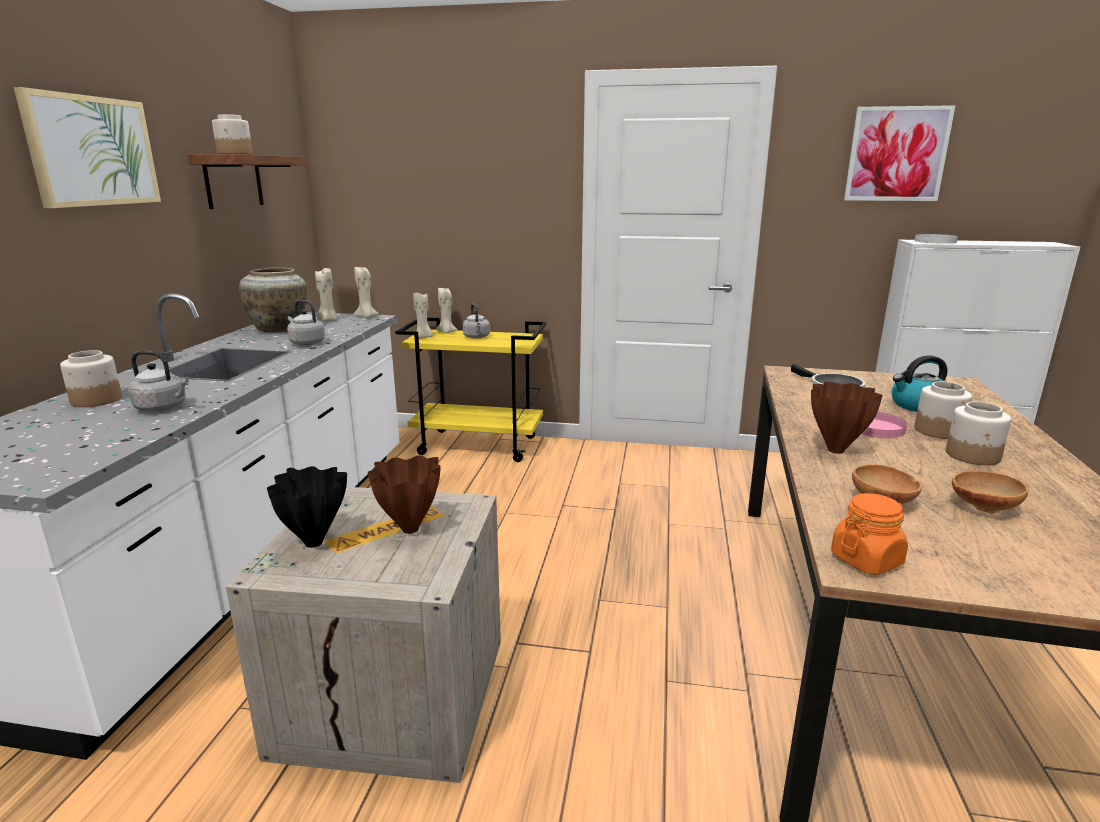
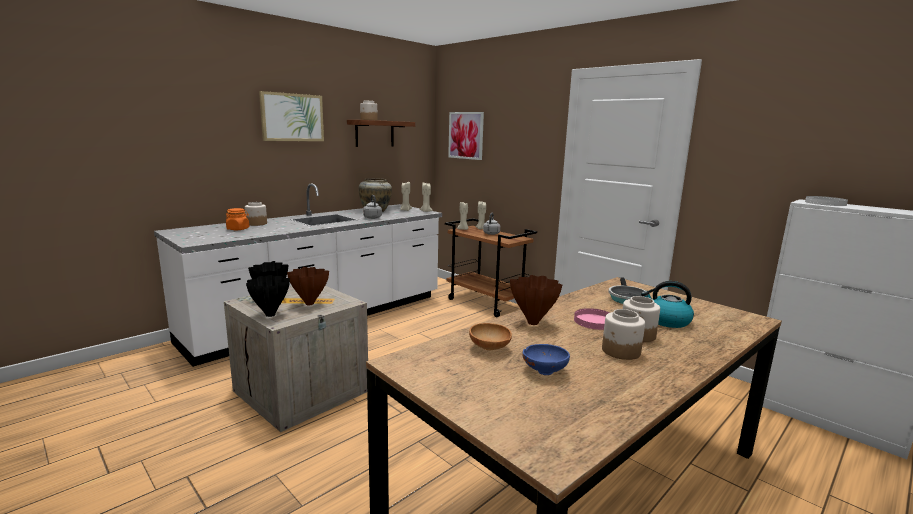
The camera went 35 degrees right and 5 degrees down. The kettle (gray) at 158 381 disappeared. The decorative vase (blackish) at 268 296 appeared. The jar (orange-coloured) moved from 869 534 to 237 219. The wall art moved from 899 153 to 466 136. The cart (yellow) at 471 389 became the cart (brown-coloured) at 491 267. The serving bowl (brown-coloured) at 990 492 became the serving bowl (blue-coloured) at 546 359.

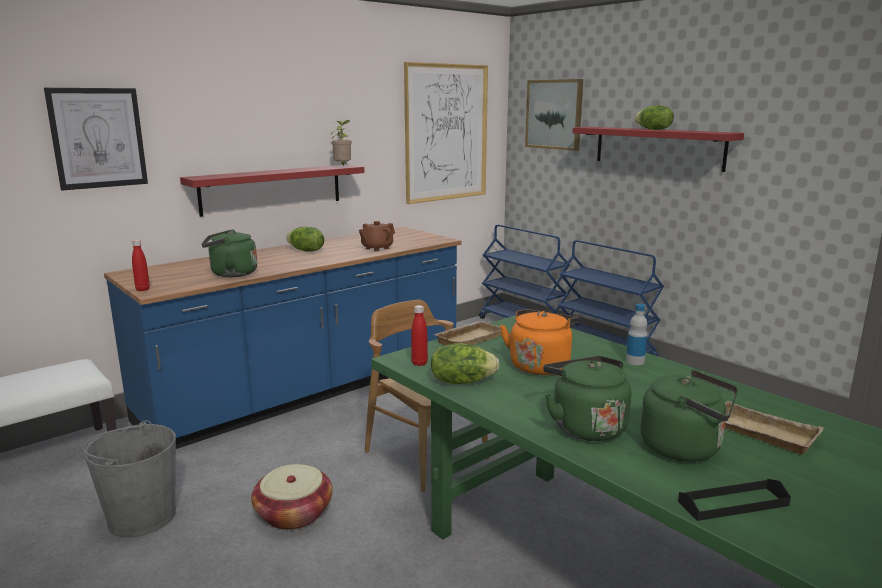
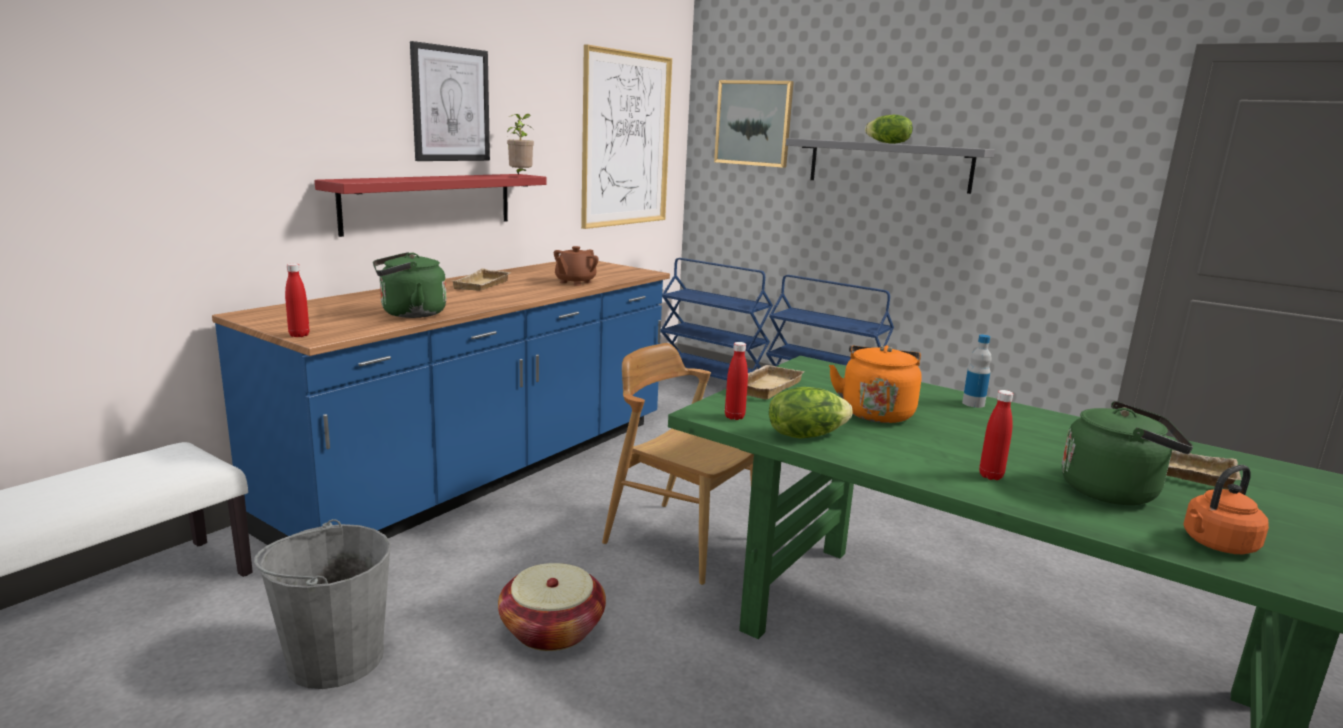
The camera went 15 degrees left and 0 degrees up. The wall art moved from 96 139 to 450 101. The lettuce at 305 239 was replaced by the carrying tray (sand-coloured) at 482 279. The kettle (greenish) at 587 398 was replaced by the bottle (reddish) at 996 435. The carrying tray (blackish) at 734 500 was replaced by the kettle (orange-coloured) at 1226 509. The shelf (reddish) at 658 149 became the shelf (gray) at 890 166.

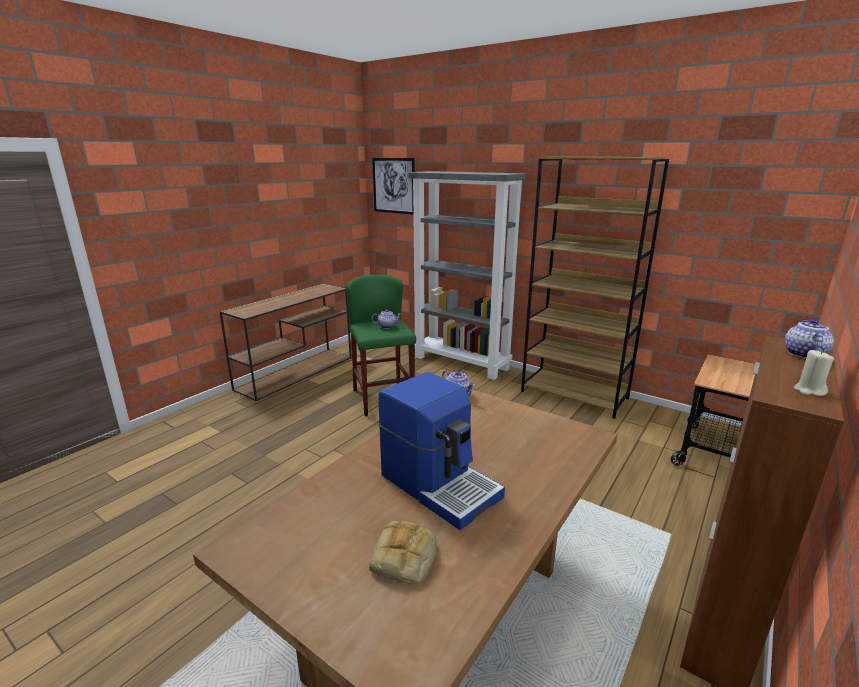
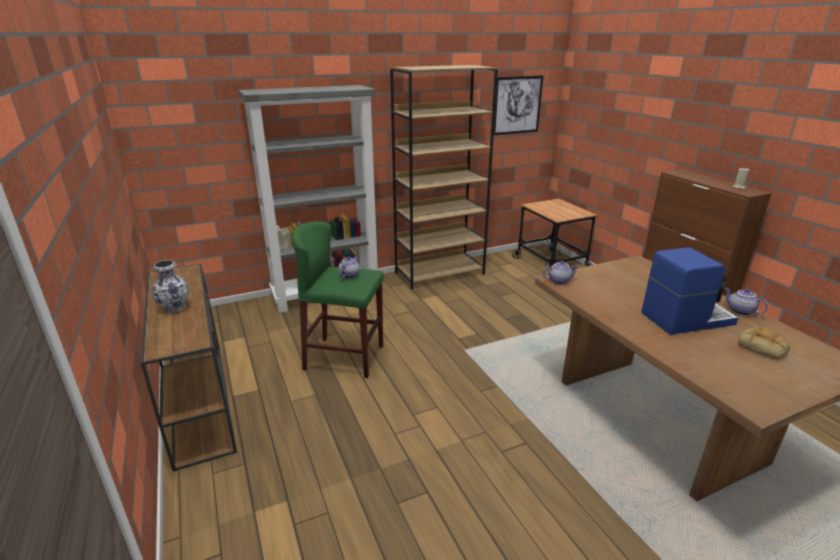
The camera went 60 degrees left and 5 degrees up. The decorative vase at 170 286 appeared. The wall art moved from 393 186 to 519 105. The pot for tea moved from 809 338 to 746 301.

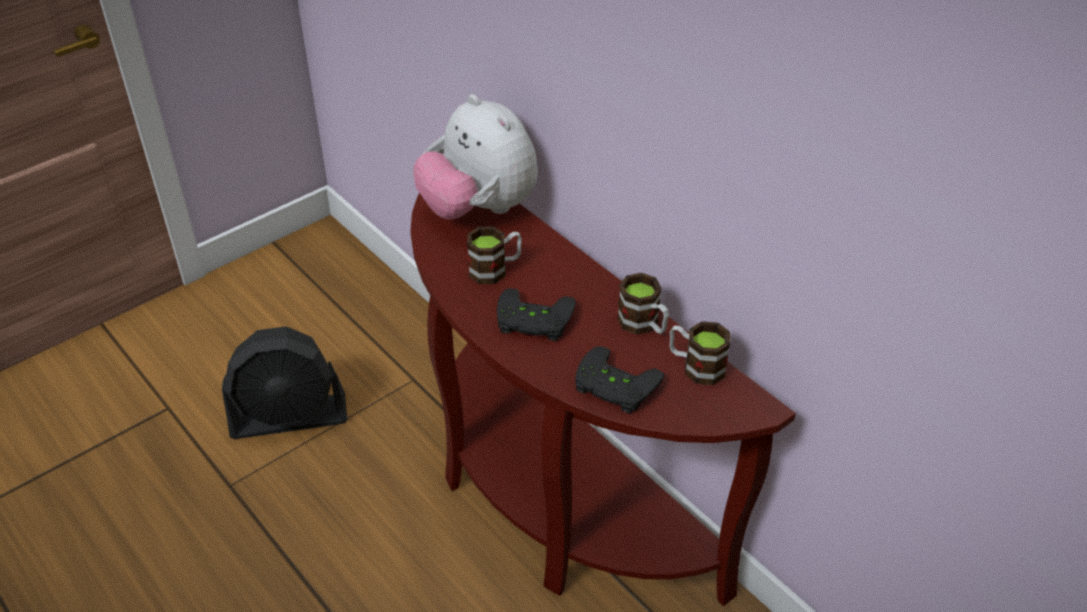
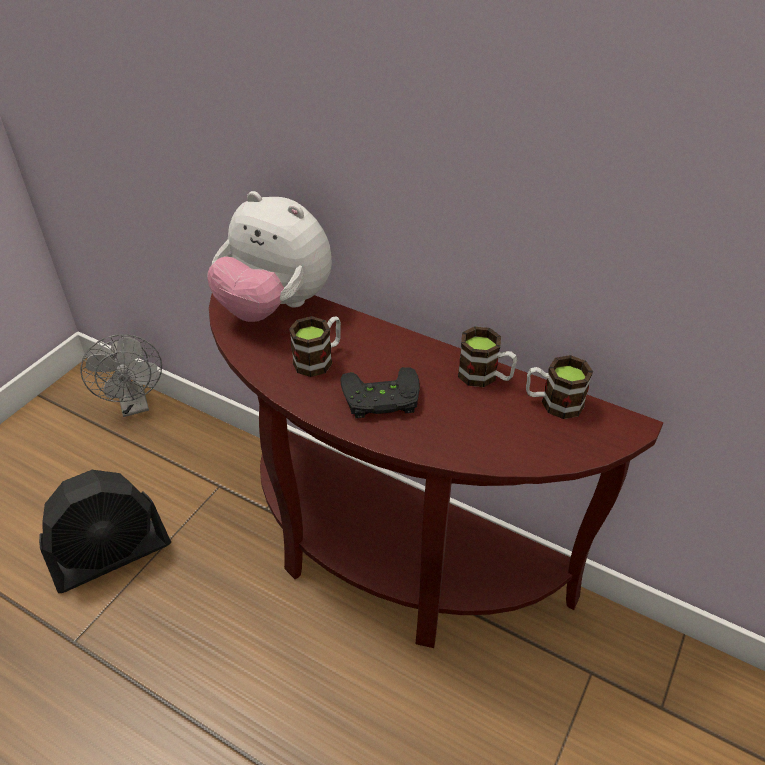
The camera went 20 degrees left and 0 degrees up. The gamepad (blackish) at 619 380 disappeared. The electric fan (gray) at 121 375 appeared.

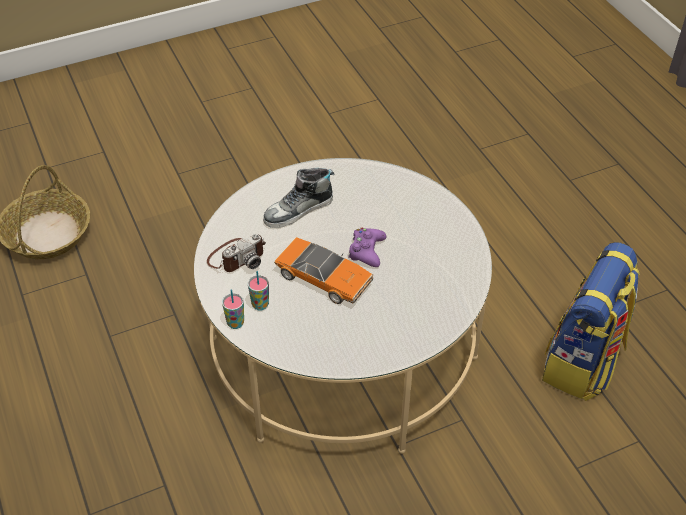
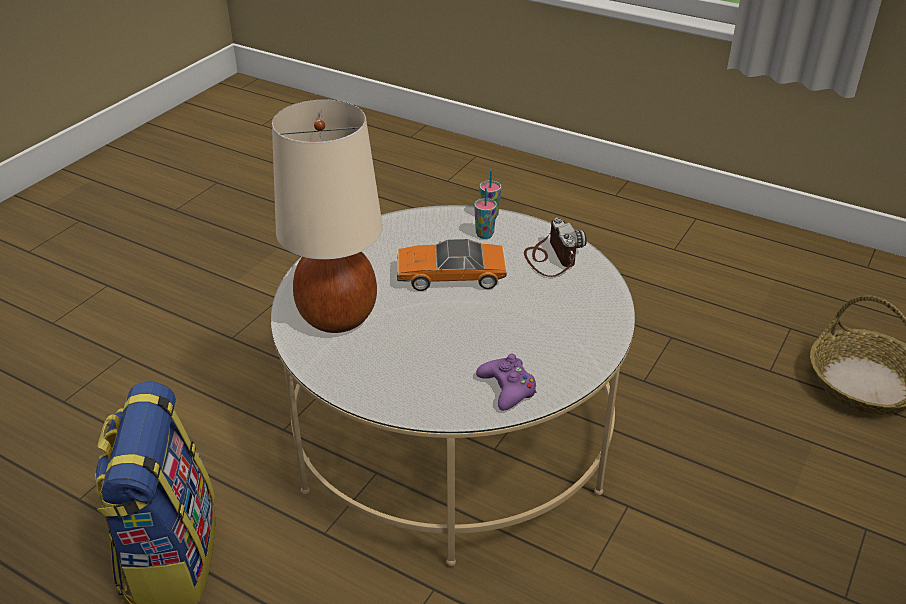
The camera went 145 degrees right and 10 degrees down. The low shoe at 298 198 disappeared. The lamp for a table (sand-coloured) at 327 216 appeared. The gamepad (purplish) moved from 367 247 to 506 382. The still camera at 236 253 turned 150 degrees clockwise.

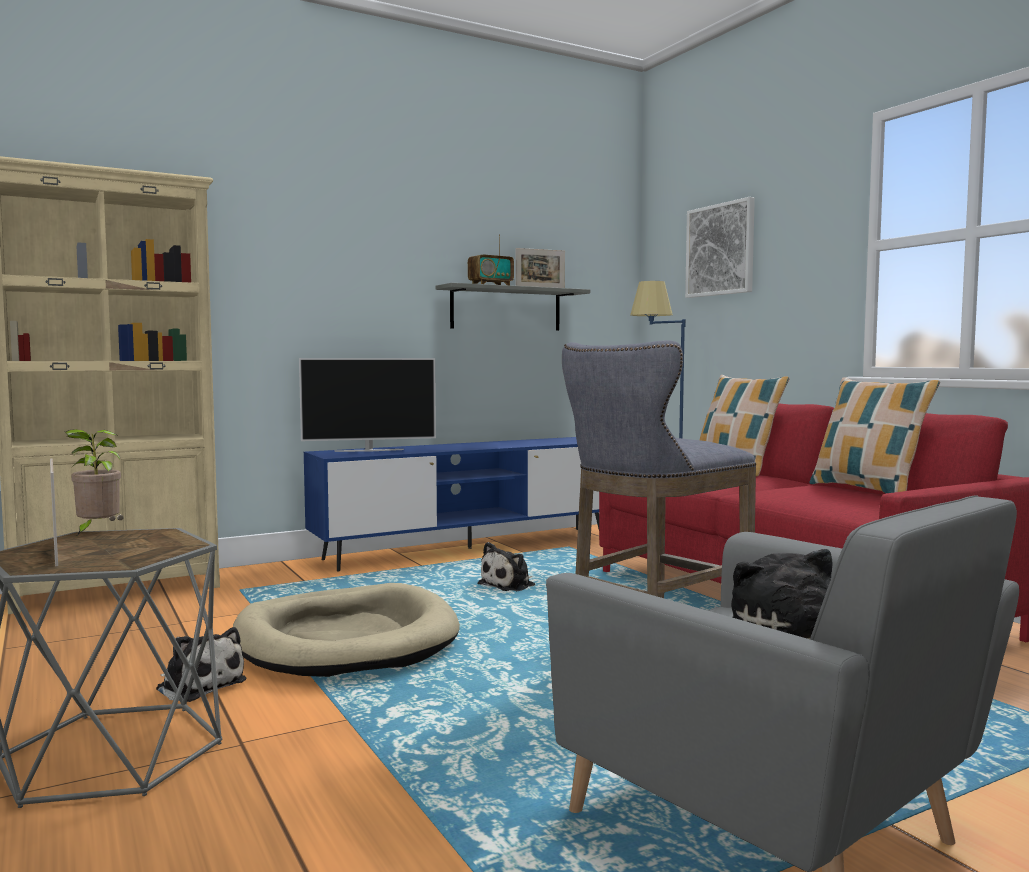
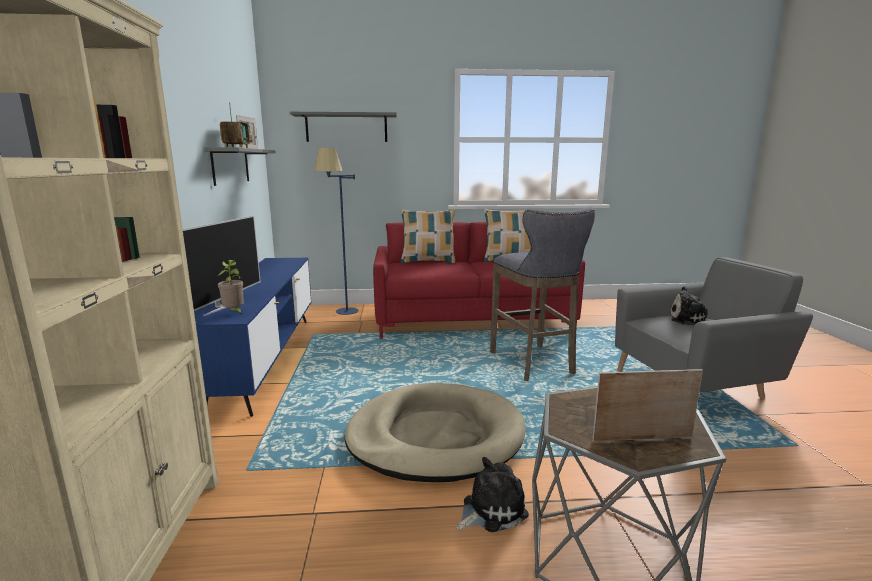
The camera went 65 degrees left and 10 degrees up. The soft toy at 506 566 disappeared. The plant in a pot moved from 93 482 to 231 287. The wall art at 720 247 was replaced by the shelf (gray) at 343 127.

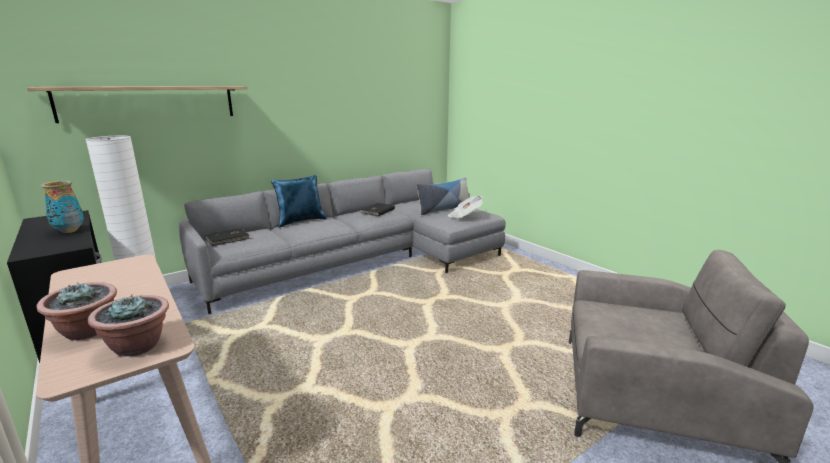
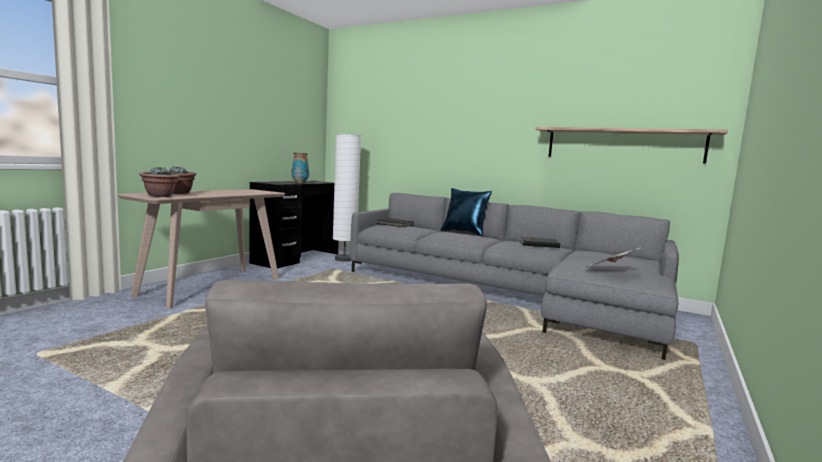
The camera went 65 degrees right and 10 degrees down. The pillow at 442 196 disappeared. The shelf moved from 137 104 to 631 145.

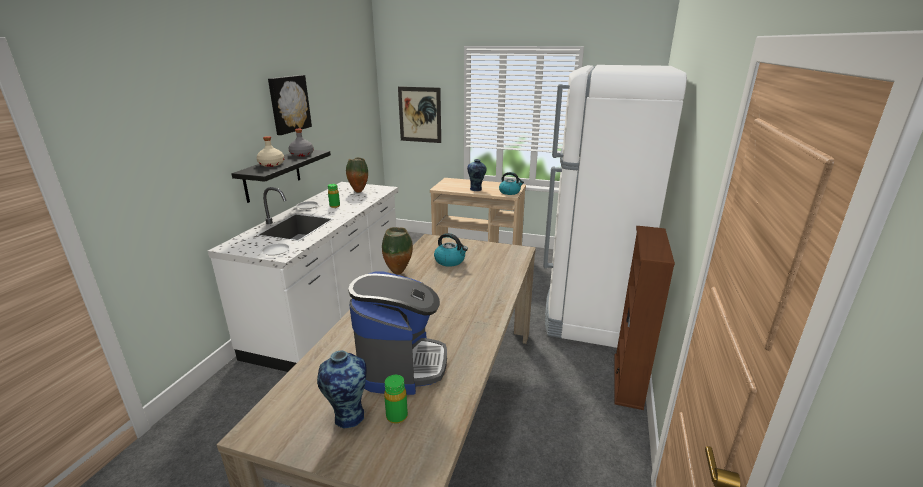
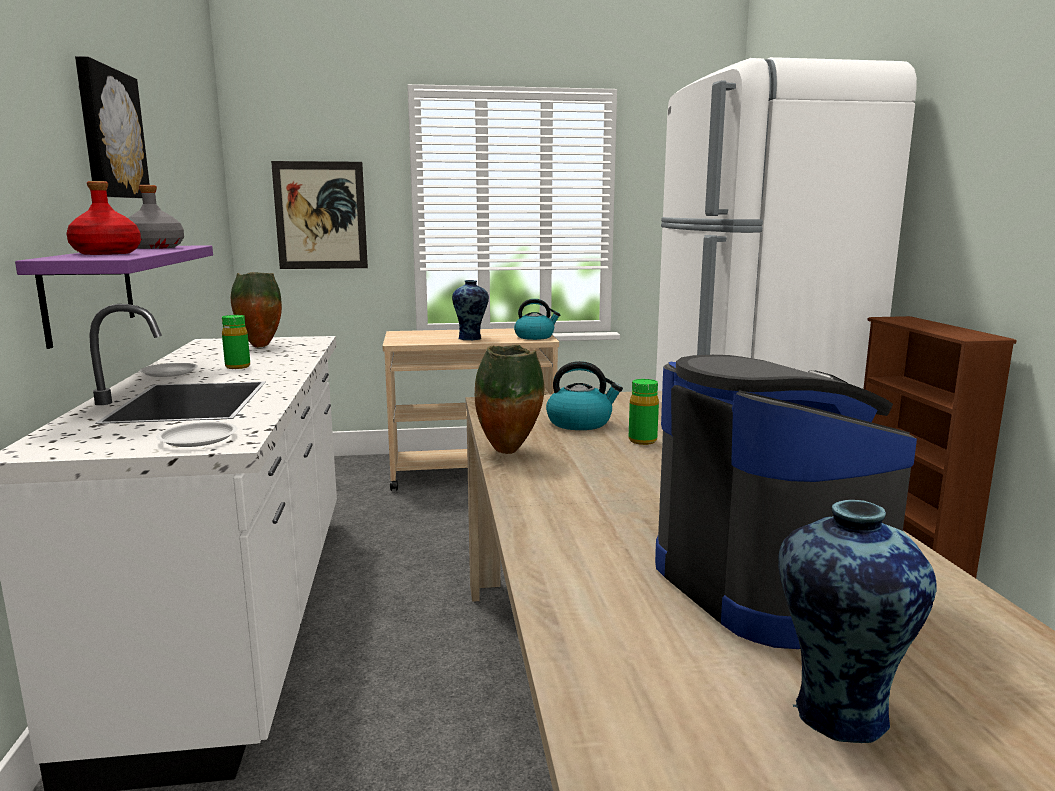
The camera went 25 degrees left and 10 degrees down. The bottle (greenish) moved from 396 399 to 644 412. The shelf (blackish) at 281 176 became the shelf (purplish) at 114 297. The bottle (sand-coloured) at 270 151 became the bottle (reddish) at 103 218.

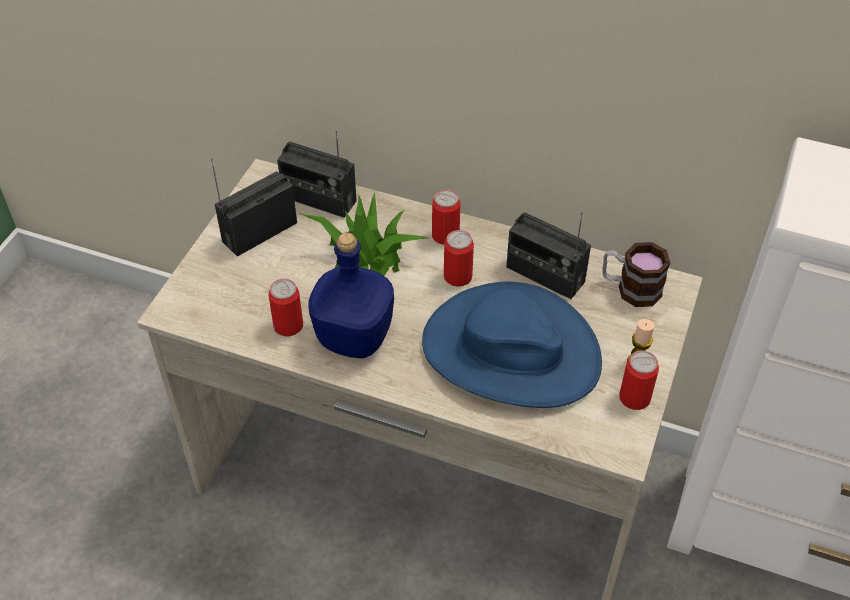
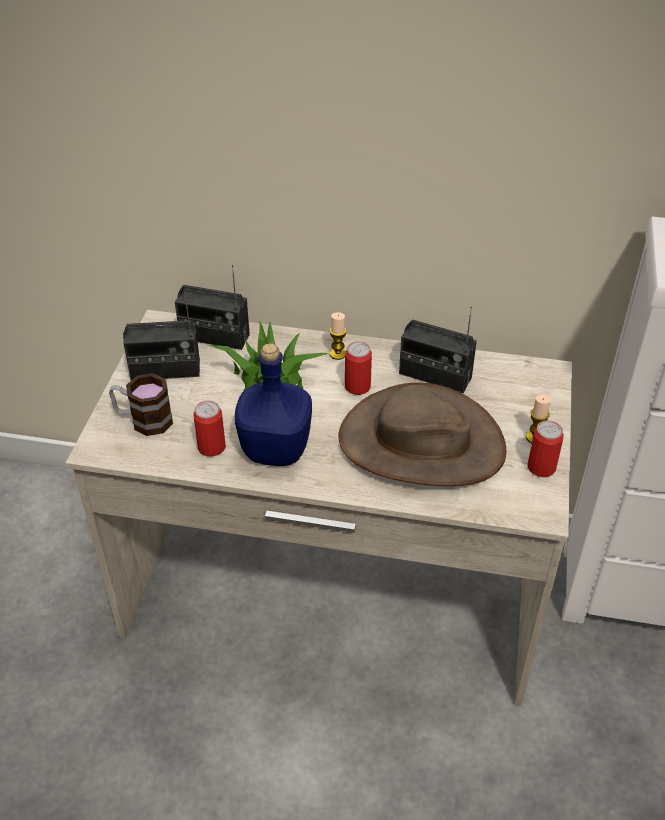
The camera went 10 degrees left and 5 degrees down. The coffee mug moved from 636 274 to 141 404. The sealed can at 446 217 was replaced by the candle at 338 336. The clothing hat (blue-coloured) at 512 344 became the clothing hat (brown-coloured) at 422 434. The radio receiver at 254 208 turned 135 degrees counterclockwise.

